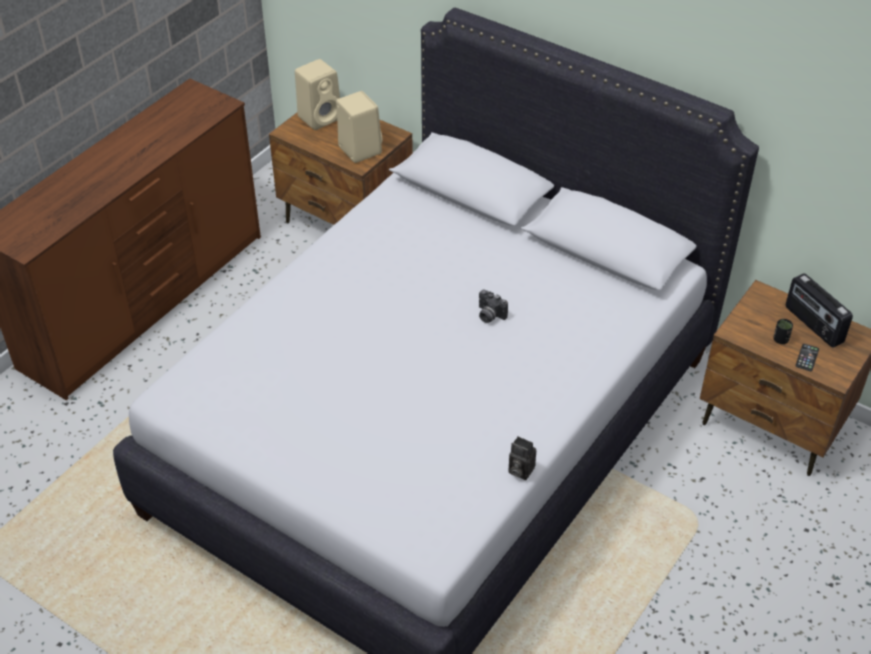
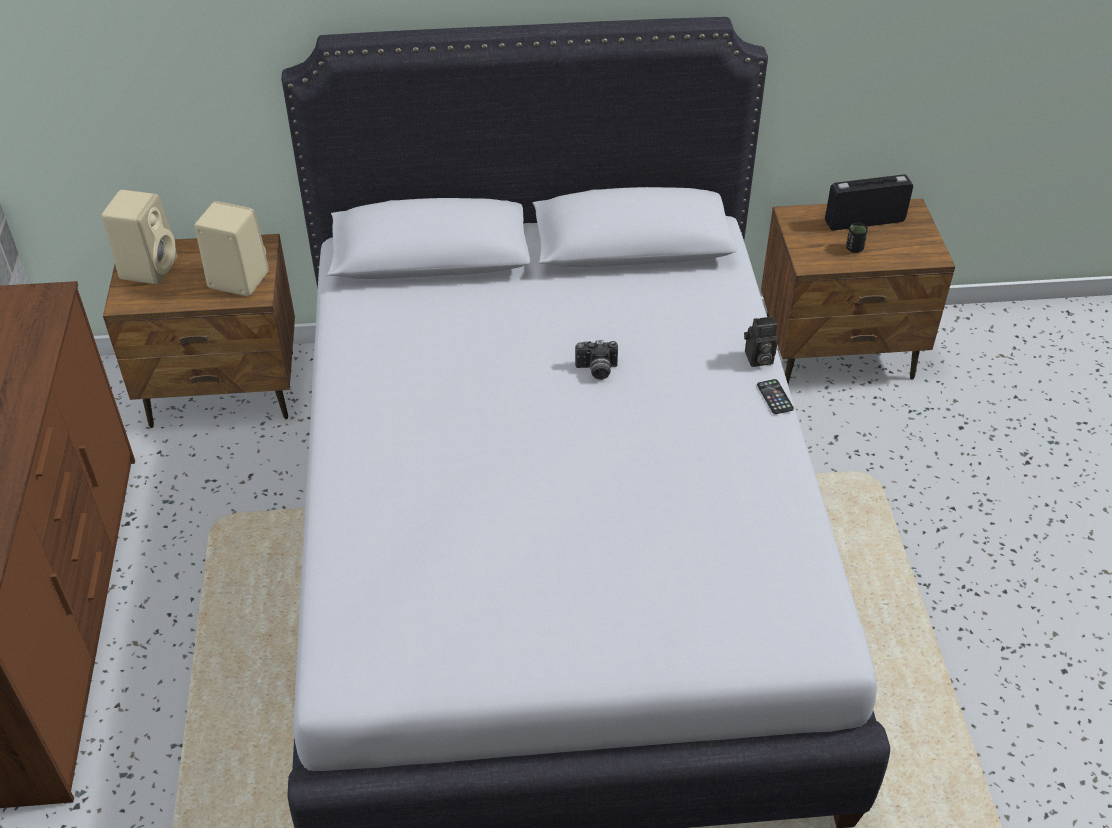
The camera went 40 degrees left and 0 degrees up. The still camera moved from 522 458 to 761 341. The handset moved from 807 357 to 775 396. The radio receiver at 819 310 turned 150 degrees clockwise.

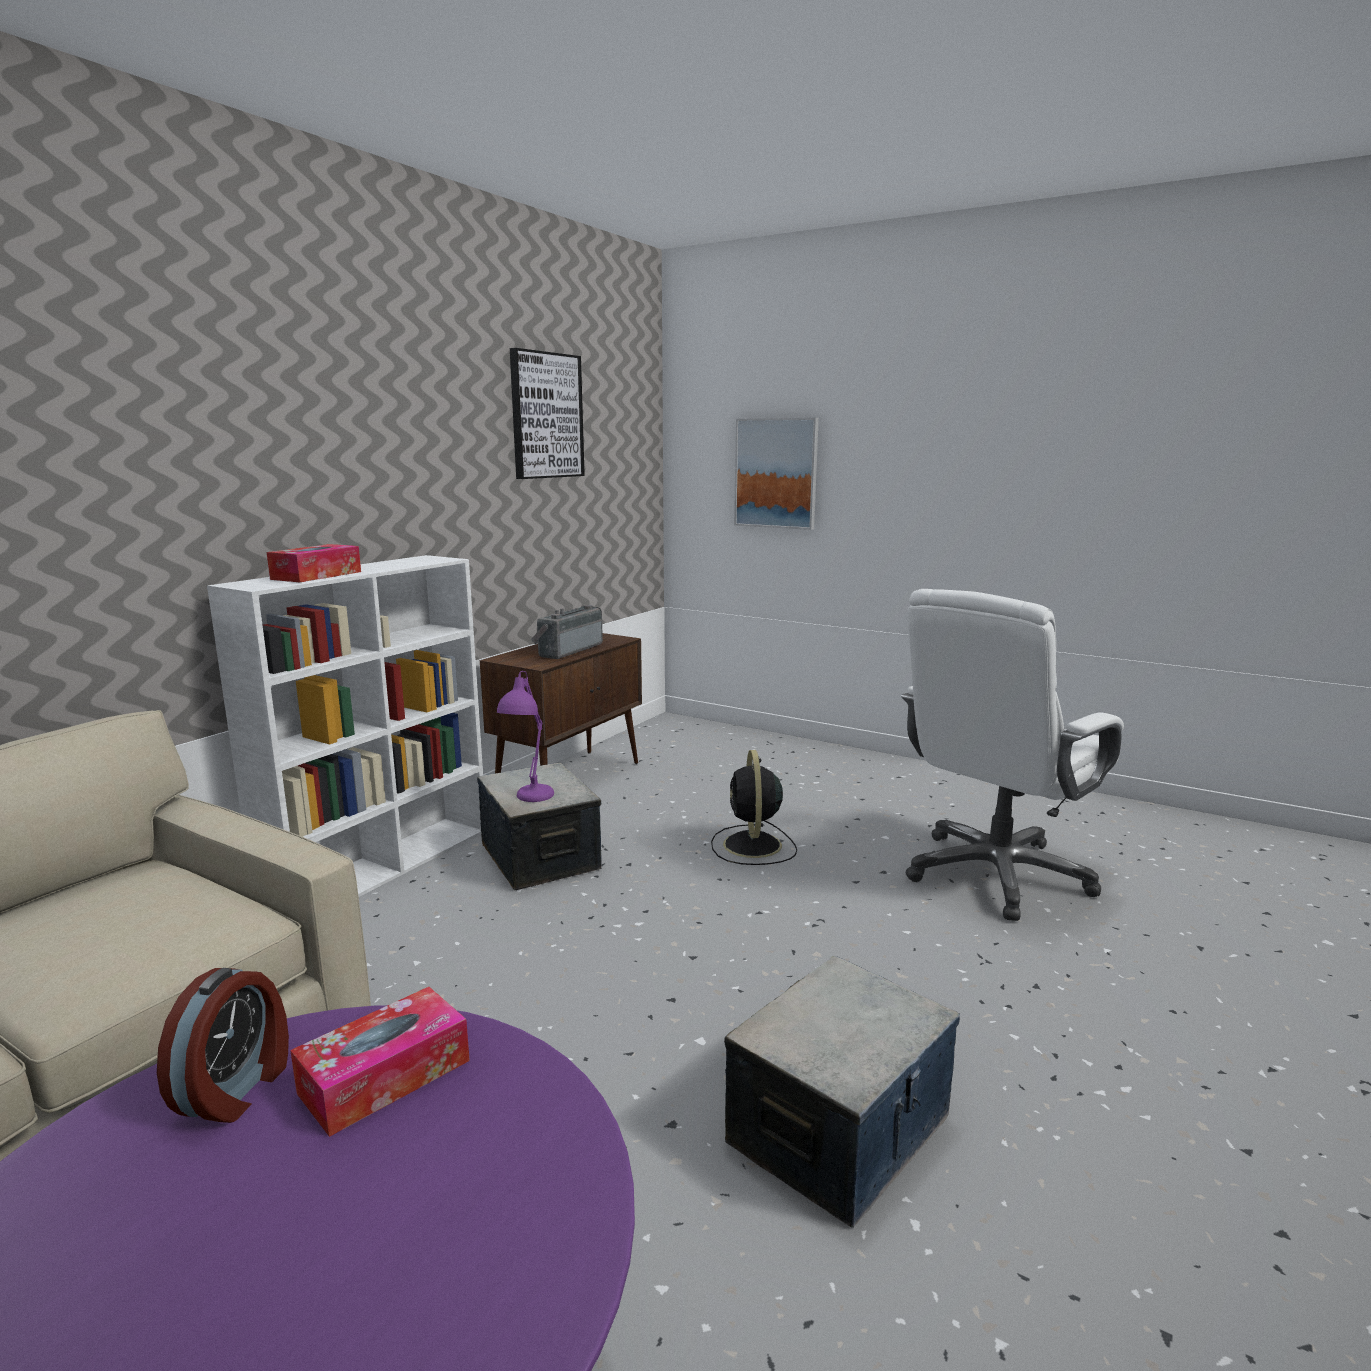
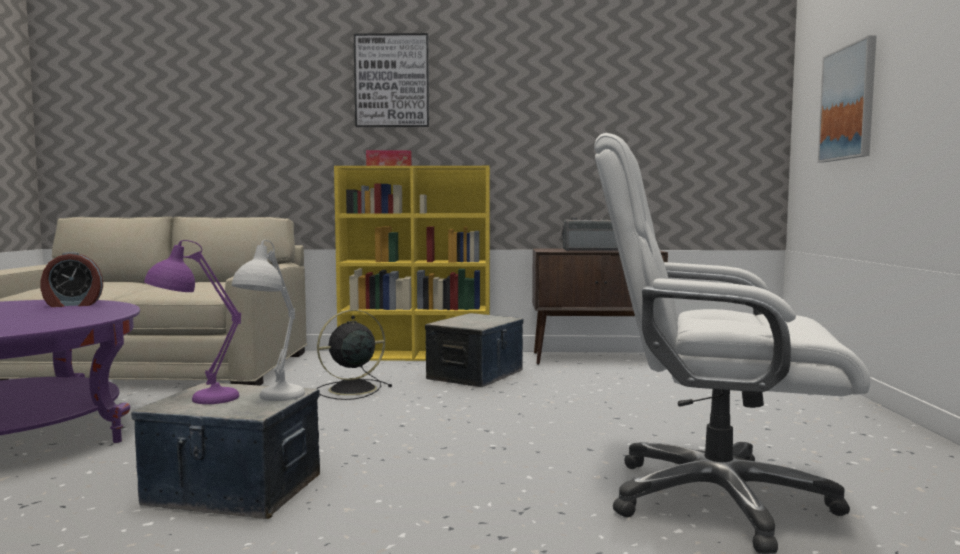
The camera went 60 degrees right and 10 degrees down. The tissue holder at 380 1062 disappeared. The lamp for a table (white-coloured) at 268 320 appeared. The lamp for a table (purplish) moved from 525 736 to 192 322. The wall art moved from 547 413 to 391 80. The electric fan (blackish) moved from 754 807 to 354 355. The shelving unit (white-coloured) at 345 726 became the shelving unit (yellow) at 412 263.

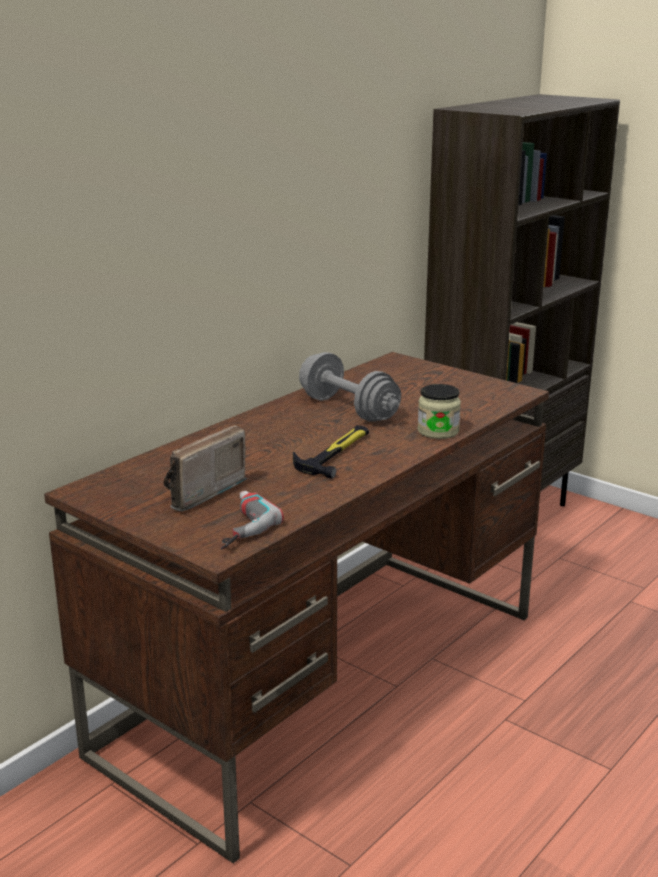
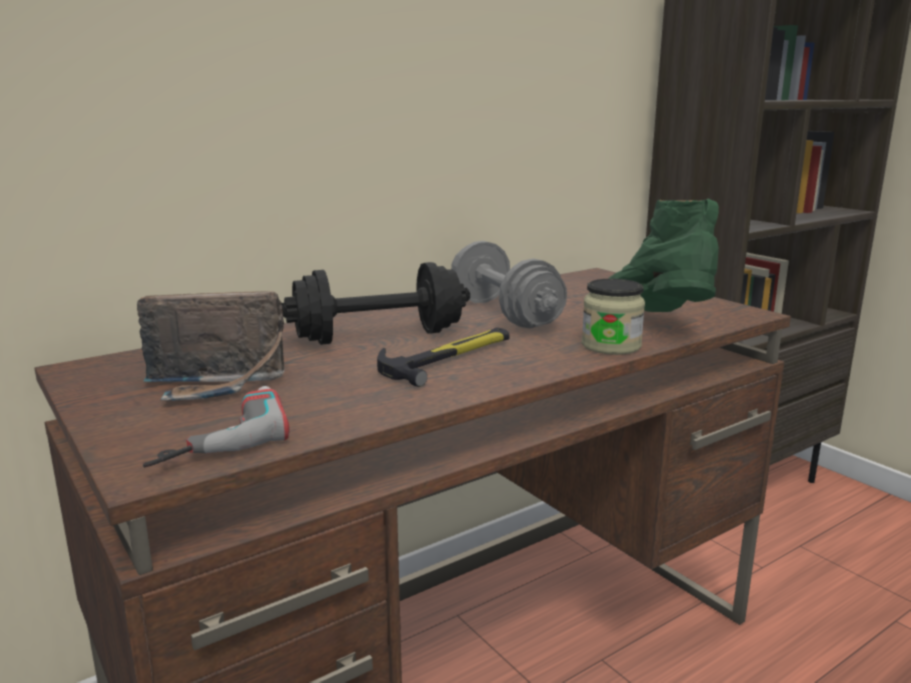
The camera went 15 degrees right and 5 degrees down. The dumbbell (blackish) at 375 303 appeared. The boot (greenish) at 663 255 appeared. The radio receiver at 205 468 turned 150 degrees counterclockwise.

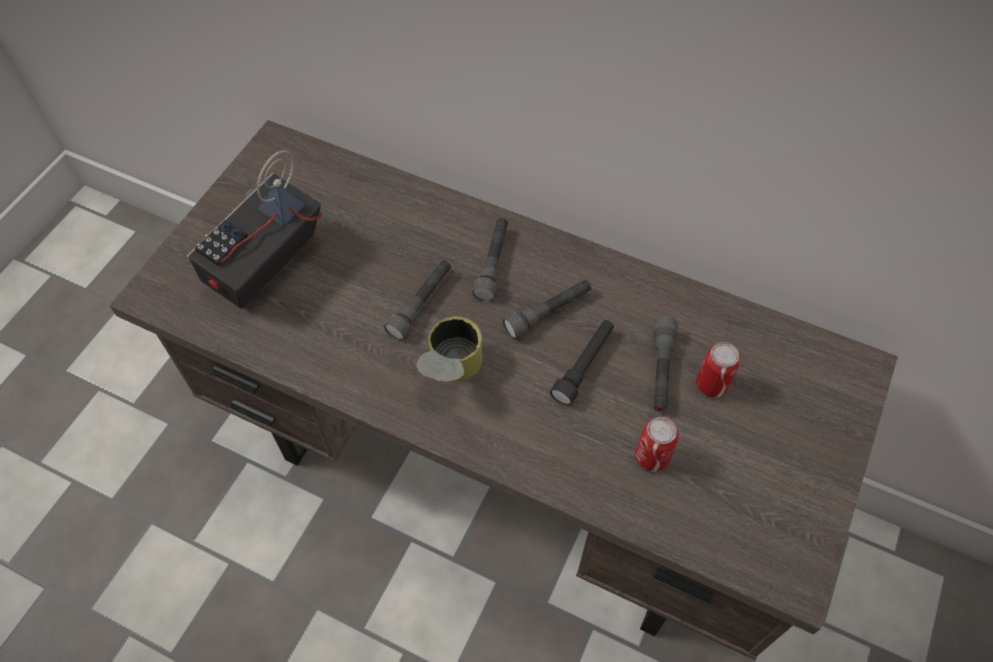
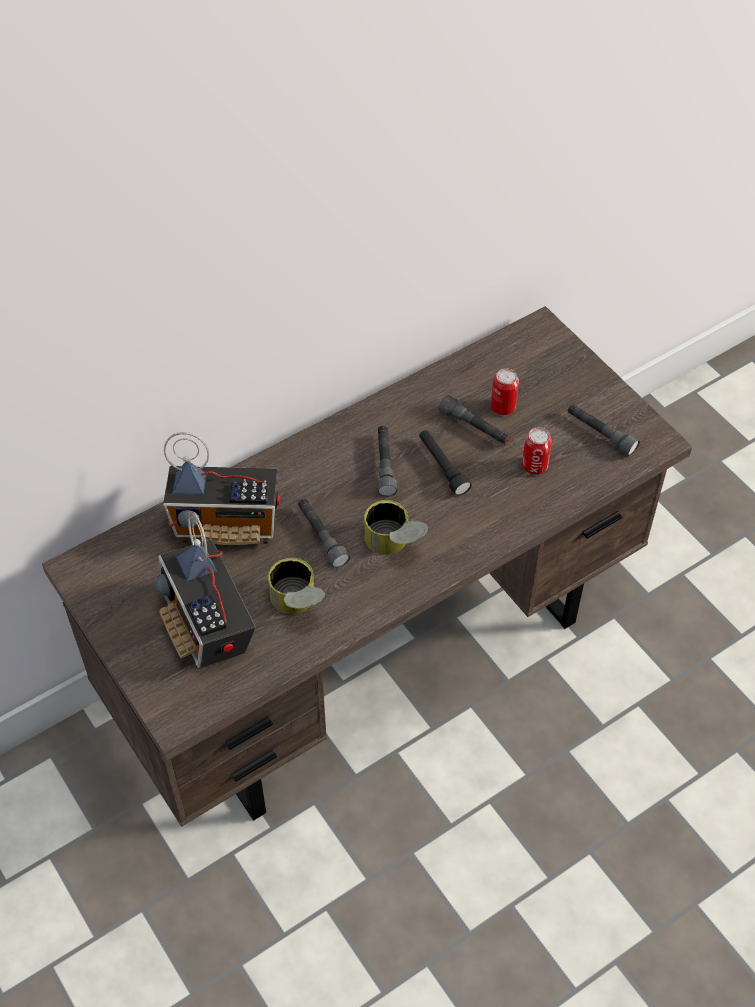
The camera went 60 degrees left and 5 degrees down. The radio receiver at 221 488 appeared. The sealed can at 296 586 appeared. The hand torch (gray) moved from 490 259 to 604 430.

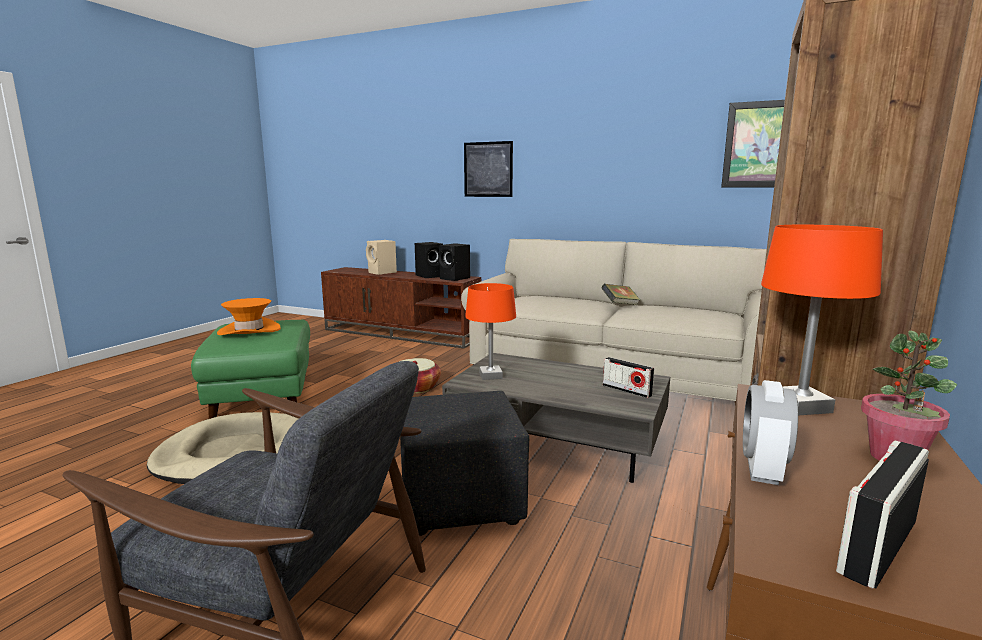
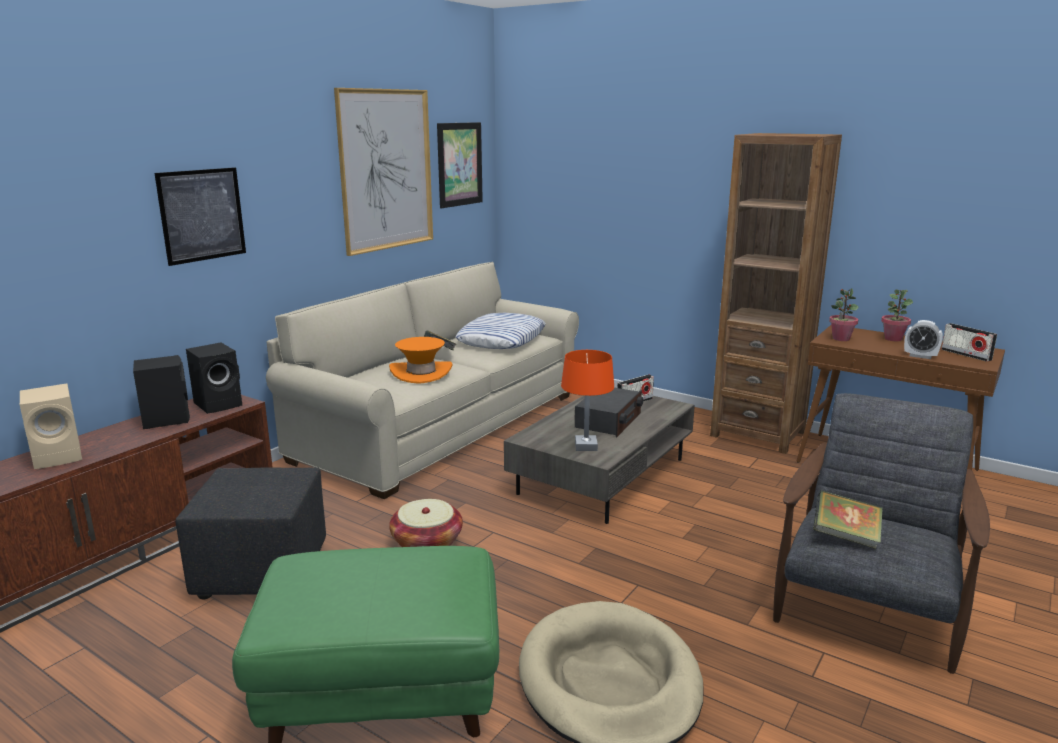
The camera went 80 degrees left and 5 degrees up. The wall art at 383 172 appeared. The pillow at 501 331 appeared. The radio receiver at 609 412 appeared. The volume at 848 519 appeared. The clothing hat (orange-coloured) moved from 249 316 to 421 360. The ottoman (blackish) moved from 464 463 to 251 533. The lamp for a table (orange-coloured) at 822 320 was replaced by the plant in a pot at 844 314.

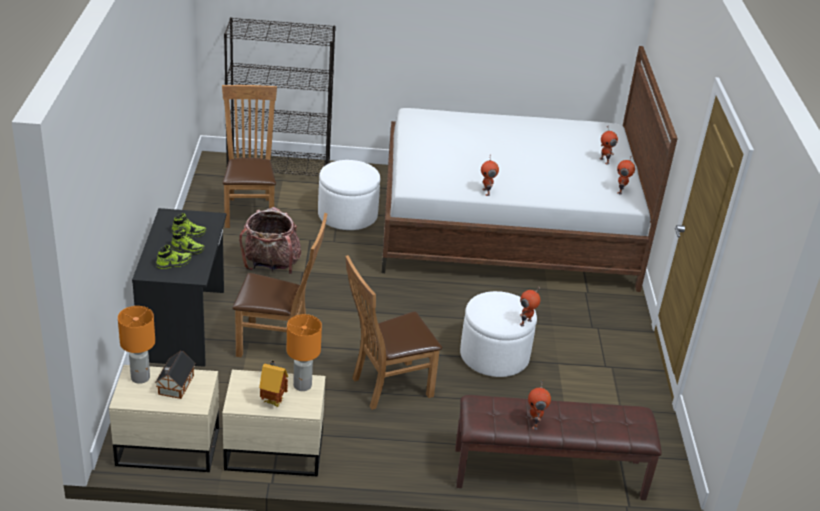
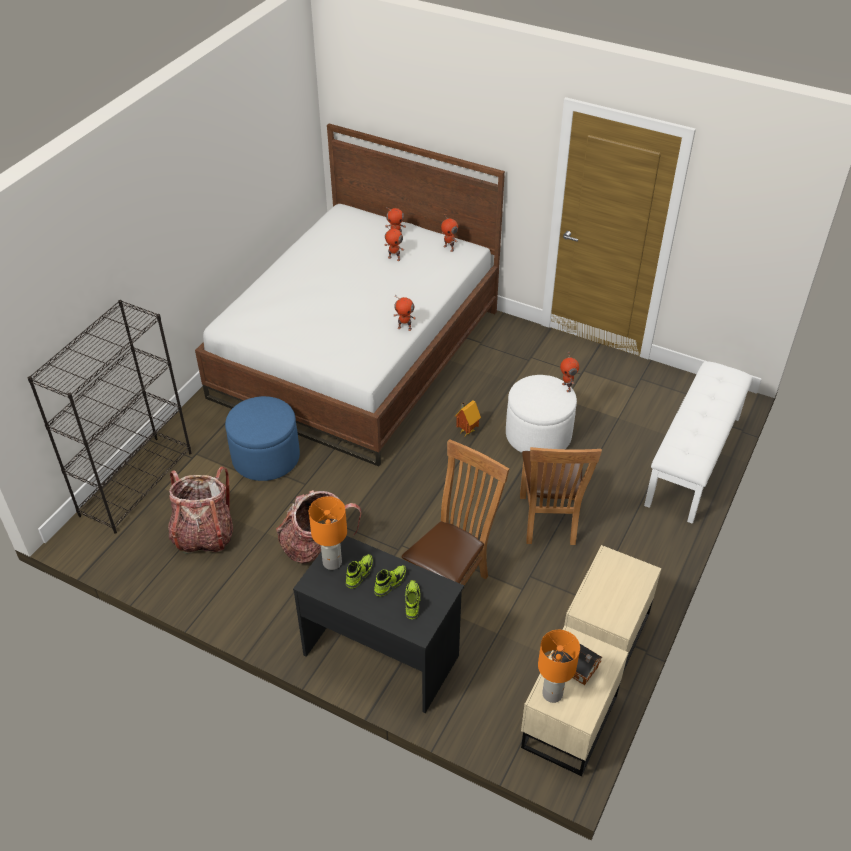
The camera went 60 degrees left and 10 degrees up. The toy house moved from 273 383 to 468 418. The lamp for a table (orange-coloured) moved from 304 352 to 328 533. The model robot moved from 539 405 to 394 243. The upright chair (brown-coloured) at 249 156 was replaced by the backpack at 200 510. The ottoman (white-coloured) at 349 195 became the ottoman (blue-coloured) at 262 438. The long seat (brown-coloured) at 558 447 became the long seat (white-coloured) at 698 442.

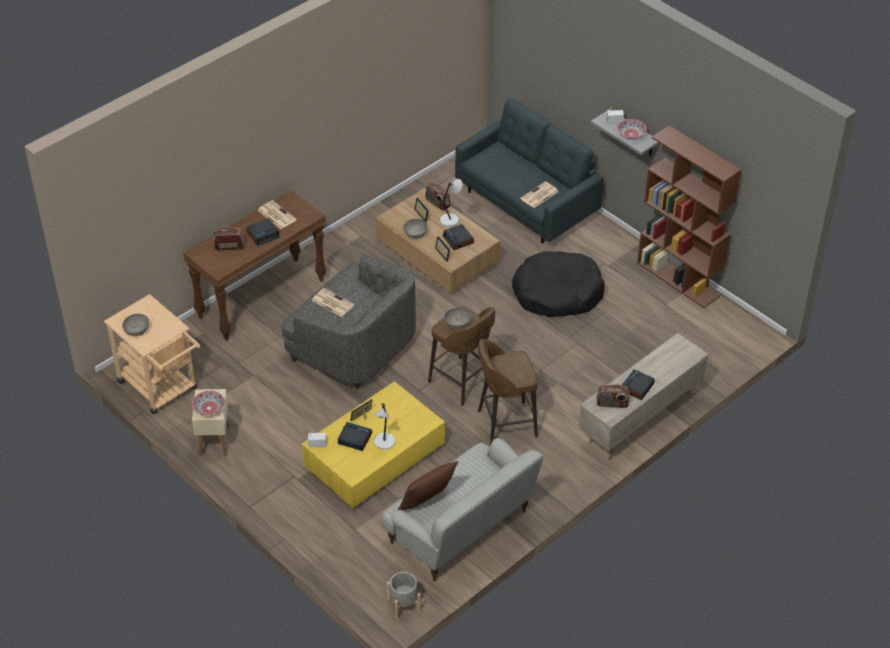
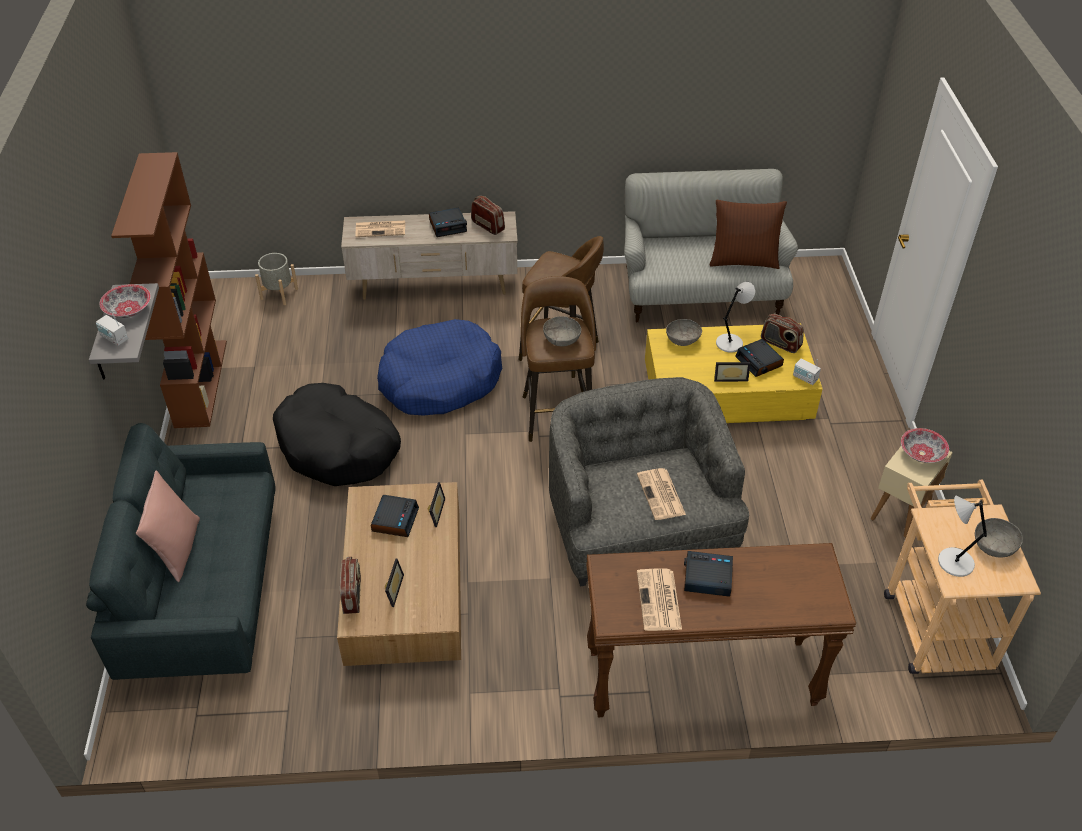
The camera went 140 degrees left and 0 degrees up. The pillow (pink-coloured) at 168 526 appeared. The dog cushion (blue-coloured) at 439 367 appeared. The radio receiver moved from 228 239 to 782 333. The planter (gray) moved from 404 595 to 276 279. The serving bowl (gray) moved from 415 229 to 684 332. The lamp for a table (gray) moved from 451 202 to 962 536. The daily paper moved from 539 194 to 380 229.

